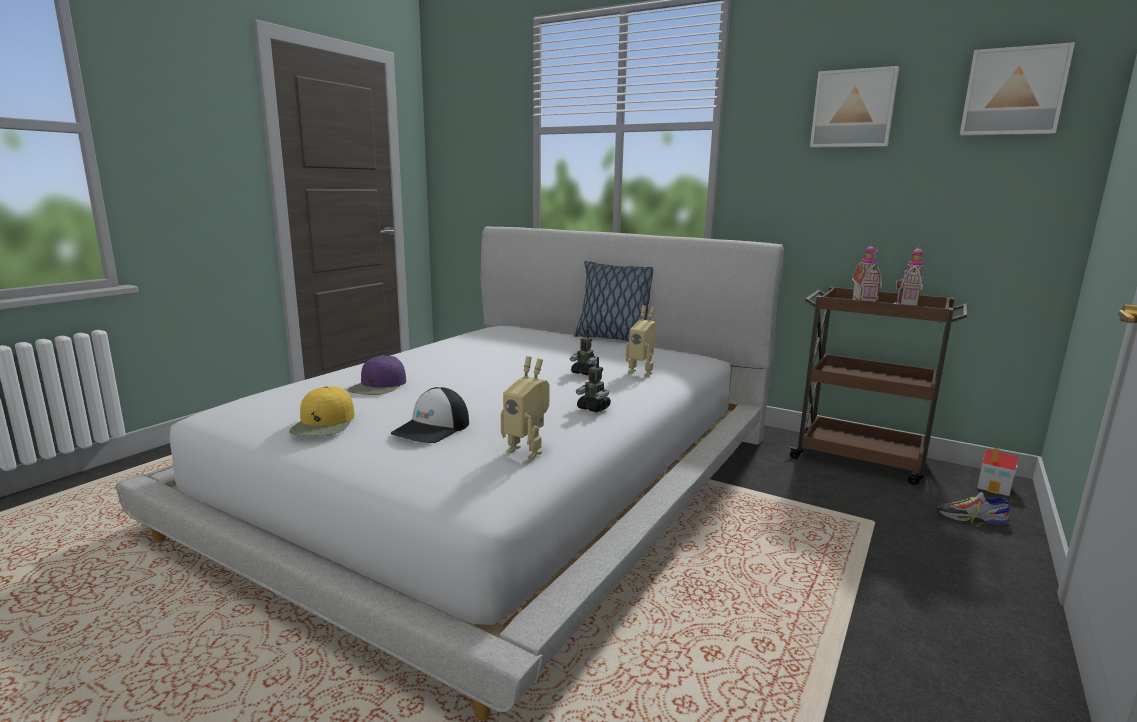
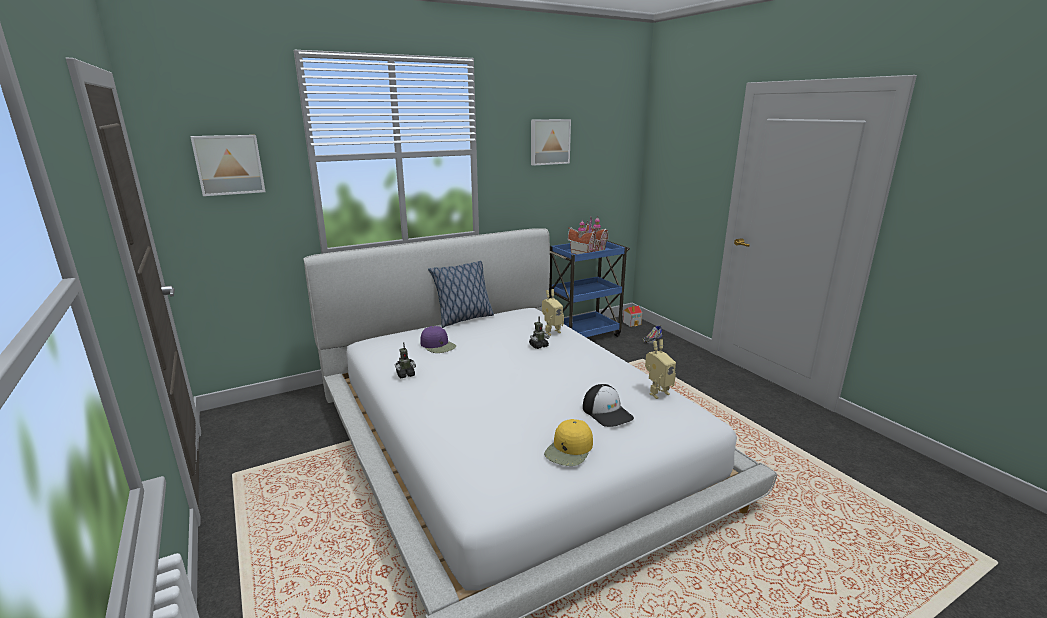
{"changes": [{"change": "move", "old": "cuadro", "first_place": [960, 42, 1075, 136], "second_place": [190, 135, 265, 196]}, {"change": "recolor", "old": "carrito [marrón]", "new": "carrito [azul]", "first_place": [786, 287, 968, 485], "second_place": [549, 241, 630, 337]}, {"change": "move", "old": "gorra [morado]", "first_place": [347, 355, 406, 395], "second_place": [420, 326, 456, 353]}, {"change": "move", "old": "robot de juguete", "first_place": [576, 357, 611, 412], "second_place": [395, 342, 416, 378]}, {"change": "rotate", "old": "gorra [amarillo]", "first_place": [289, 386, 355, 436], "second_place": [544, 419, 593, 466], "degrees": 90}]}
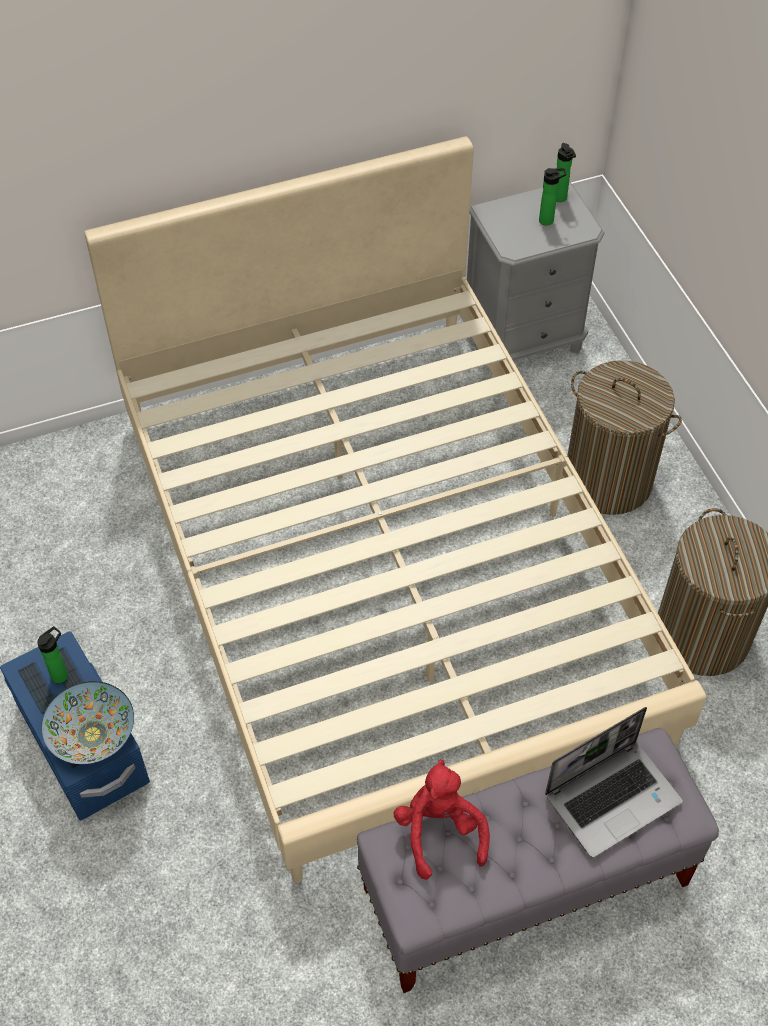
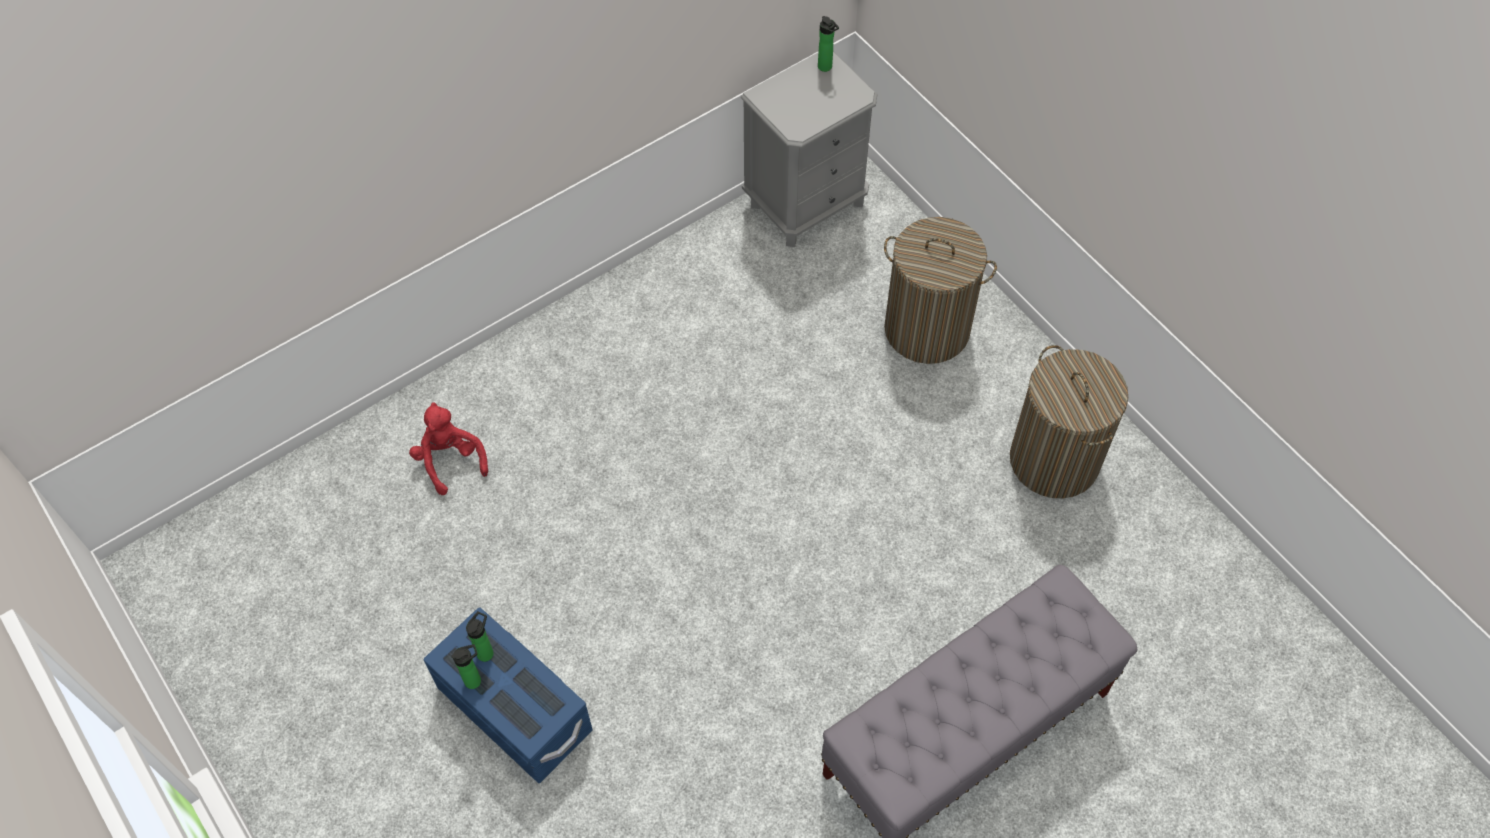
{"changes": [{"change": "delete", "old": "cama [beis]", "first_place": [84, 136, 706, 883]}, {"change": "move", "old": "botella", "first_place": [539, 168, 566, 225], "second_place": [451, 644, 481, 689]}, {"change": "delete", "old": "cuenco", "first_place": [41, 681, 134, 764]}, {"change": "delete", "old": "portátil", "first_place": [545, 707, 683, 858]}, {"change": "move", "old": "peluche [rojo]", "first_place": [394, 759, 490, 880], "second_place": [409, 402, 488, 495]}]}
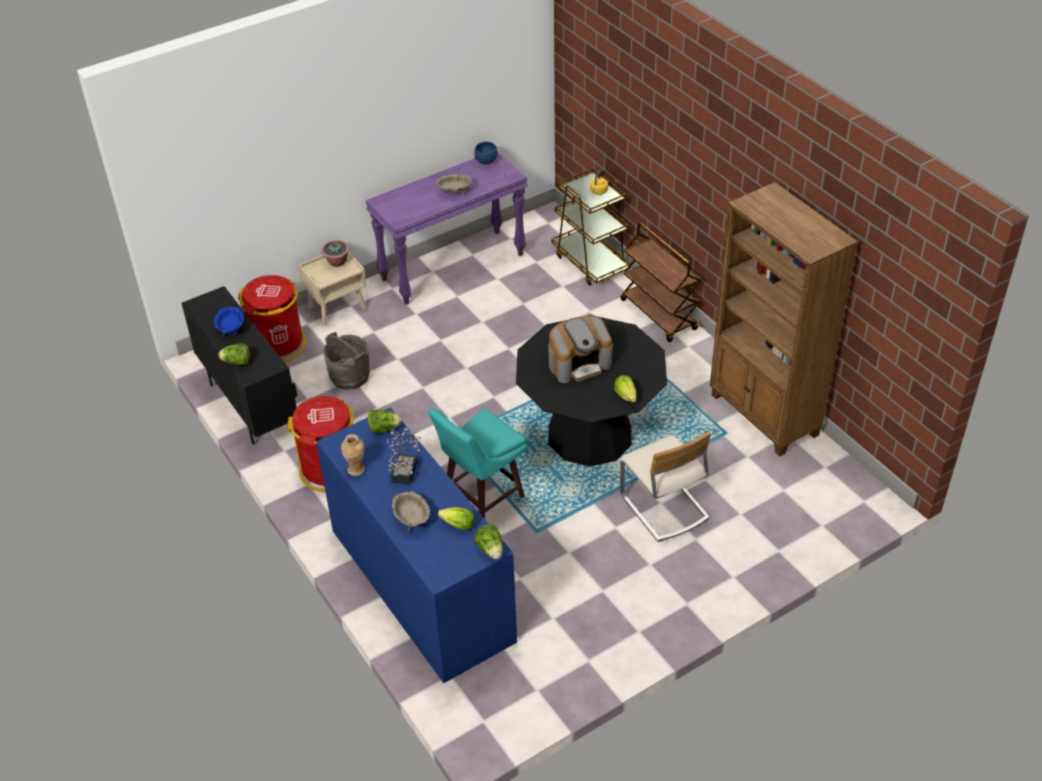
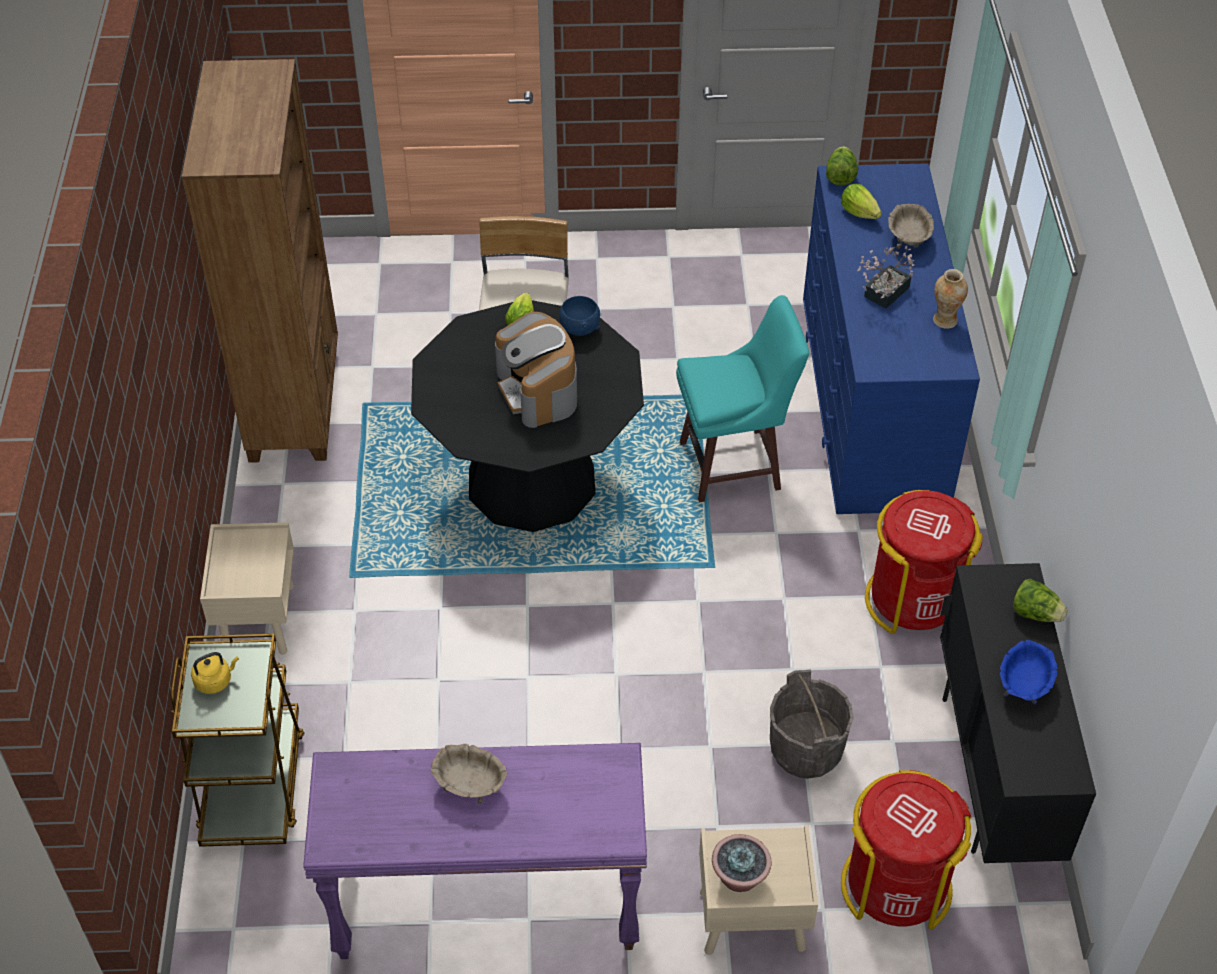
{"changes": [{"change": "move", "old": "cuenco [azul]", "first_place": [474, 142, 498, 164], "second_place": [559, 296, 601, 336]}, {"change": "replace", "old": "carrito [marrón]", "new": "mesita de noche [beis]", "first_place": [621, 223, 701, 342], "second_place": [200, 522, 294, 655]}, {"change": "rotate", "old": "cafetera", "first_place": [549, 316, 613, 383], "second_place": [495, 312, 577, 428], "degrees": -120}, {"change": "delete", "old": "lechuga", "first_place": [368, 410, 401, 433]}]}
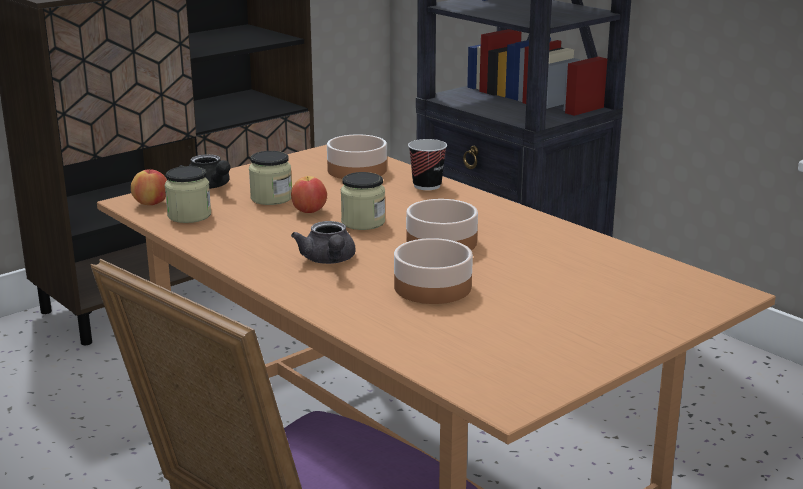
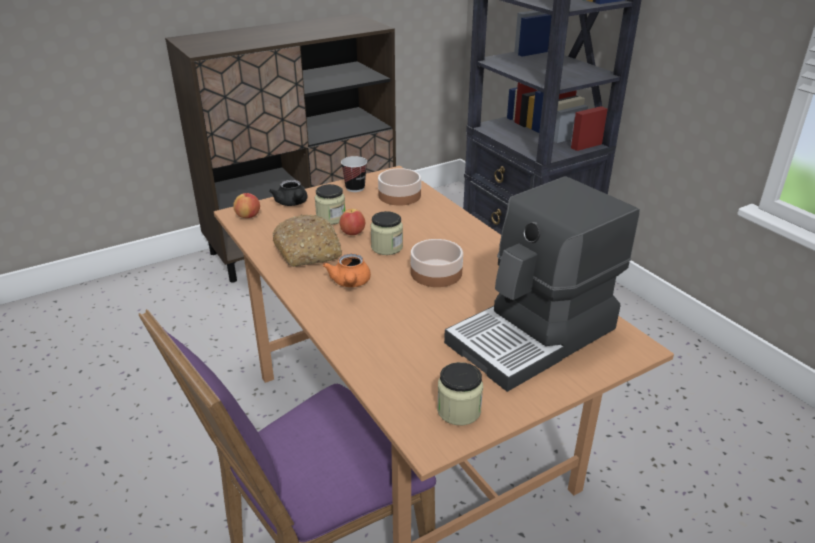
{"changes": [{"change": "move", "old": "taza", "first_place": [408, 139, 447, 190], "second_place": [341, 156, 367, 192]}, {"change": "move", "old": "tarro", "first_place": [165, 166, 211, 223], "second_place": [437, 362, 483, 425]}, {"change": "recolor", "old": "tetera [gris]", "new": "tetera [naranja]", "first_place": [291, 221, 356, 264], "second_place": [323, 254, 371, 287]}, {"change": "delete", "old": "cuenco", "first_place": [394, 238, 473, 304]}, {"change": "insert", "new": "cafetera", "second_place": [444, 176, 640, 392]}, {"change": "insert", "new": "pan", "second_place": [273, 214, 342, 267]}]}
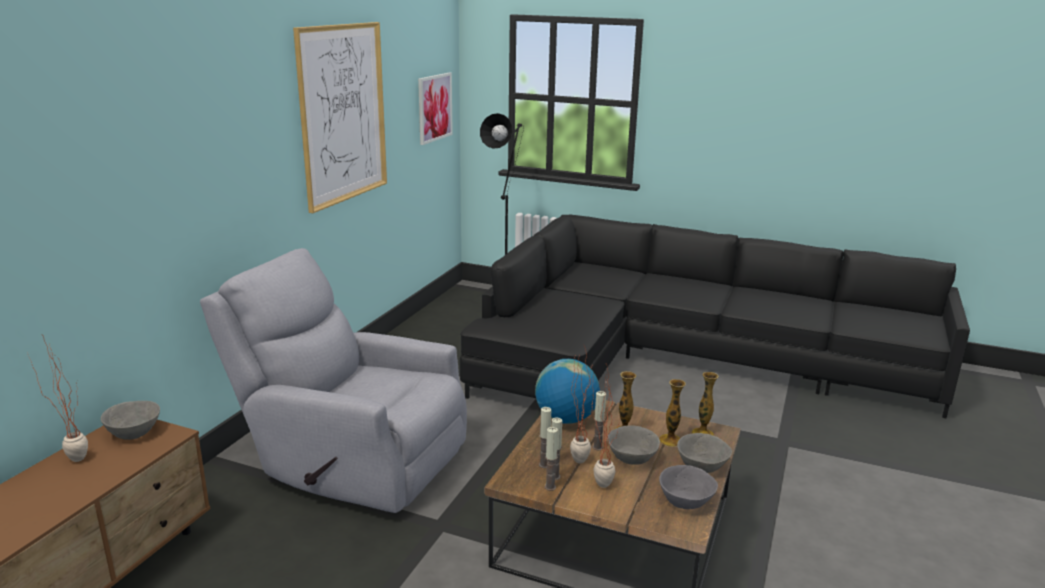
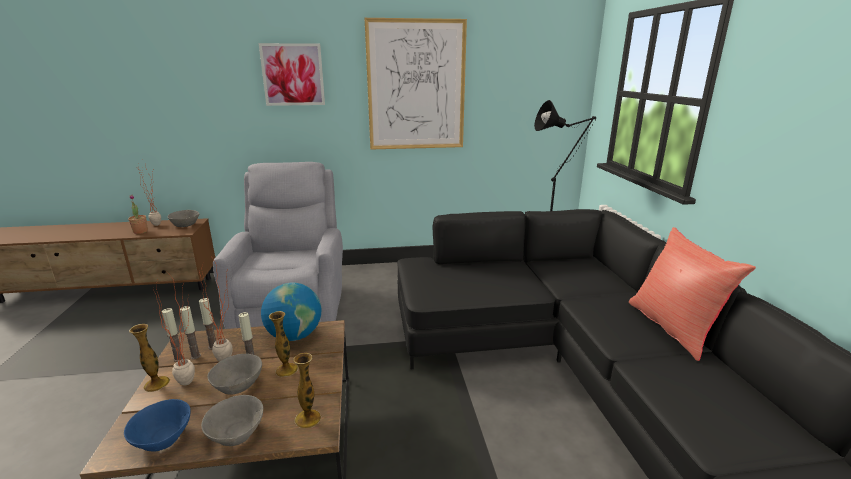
{"changes": [{"change": "move", "old": "cuadro", "first_place": [418, 73, 453, 145], "second_place": [259, 43, 325, 106]}, {"change": "move", "old": "florero", "first_place": [659, 379, 686, 447], "second_place": [129, 324, 170, 392]}, {"change": "recolor", "old": "cuenco [gris]", "new": "cuenco [azul]", "first_place": [659, 465, 718, 509], "second_place": [124, 399, 191, 451]}, {"change": "insert", "new": "planta en maceta", "second_place": [128, 195, 148, 234]}, {"change": "insert", "new": "cojín [rojo]", "second_place": [629, 227, 756, 361]}]}
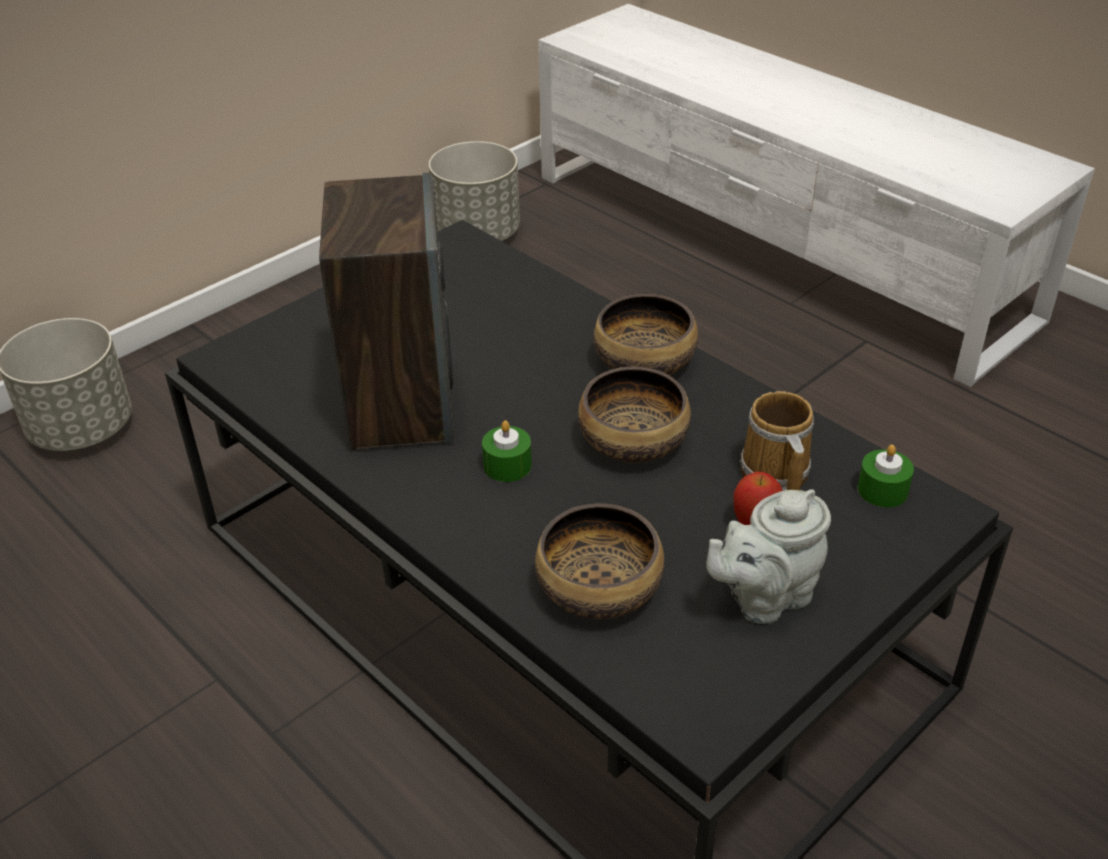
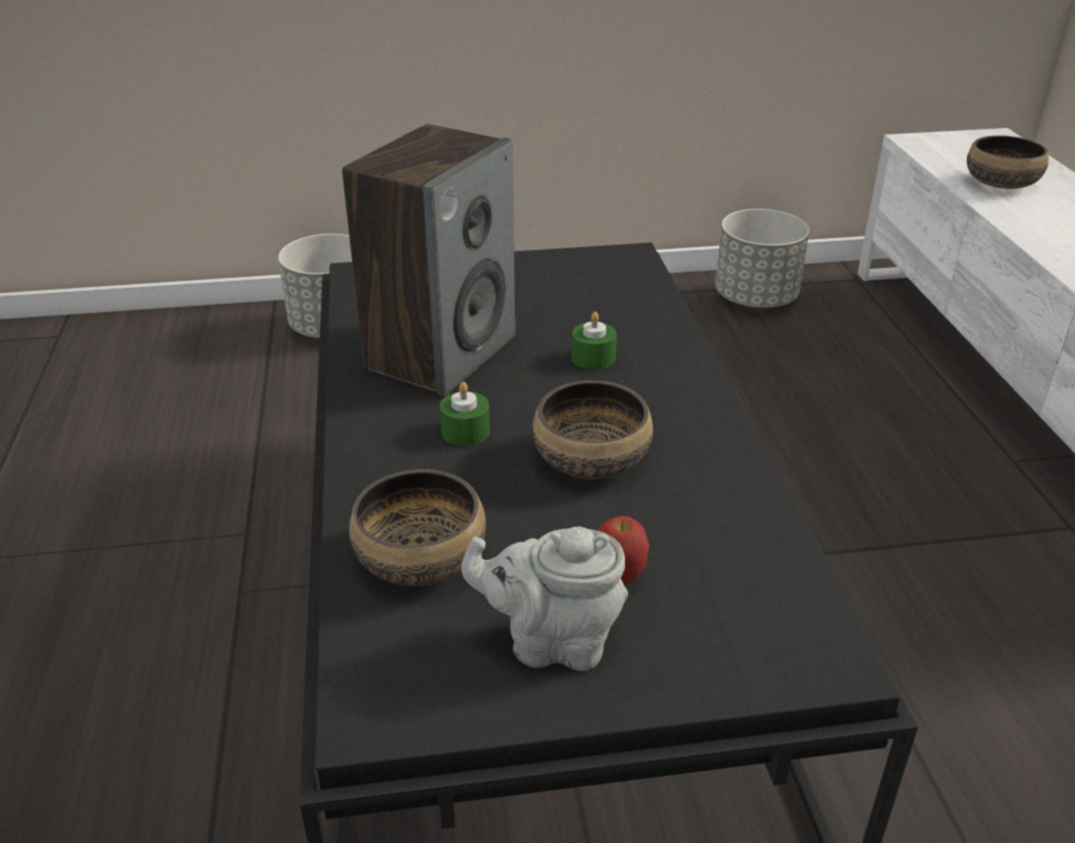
{"changes": [{"change": "move", "old": "cuenco", "first_place": [594, 294, 698, 375], "second_place": [967, 135, 1049, 189]}, {"change": "delete", "old": "taza grande", "first_place": [740, 391, 814, 491]}, {"change": "move", "old": "vela [verde]", "first_place": [858, 445, 914, 508], "second_place": [572, 312, 617, 370]}]}
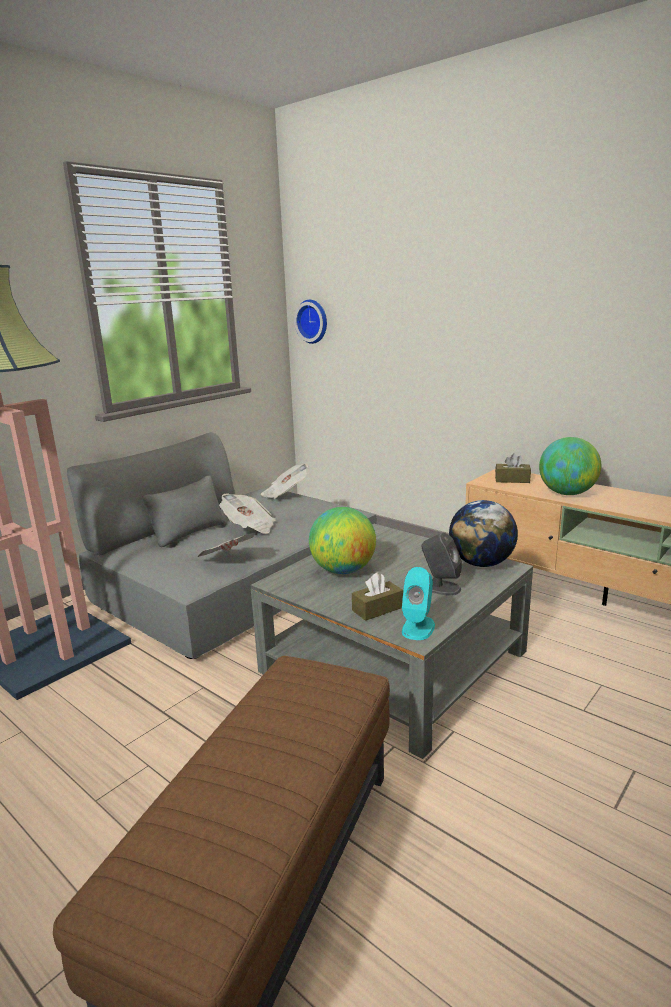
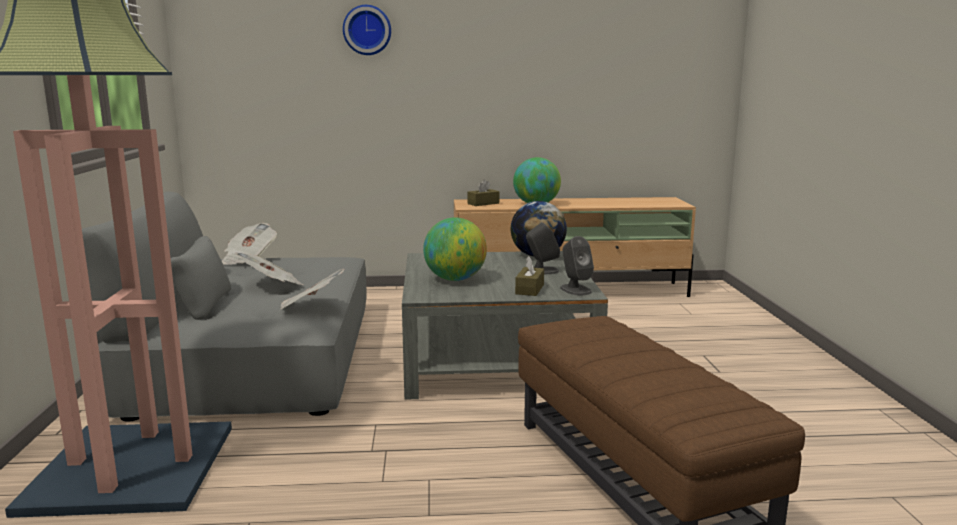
{"changes": [{"change": "move", "old": "reloj de pared", "first_place": [294, 300, 327, 344], "second_place": [343, 5, 391, 55]}, {"change": "recolor", "old": "altavoz [turquesa]", "new": "altavoz [gris]", "first_place": [402, 567, 435, 640], "second_place": [560, 236, 594, 296]}]}
